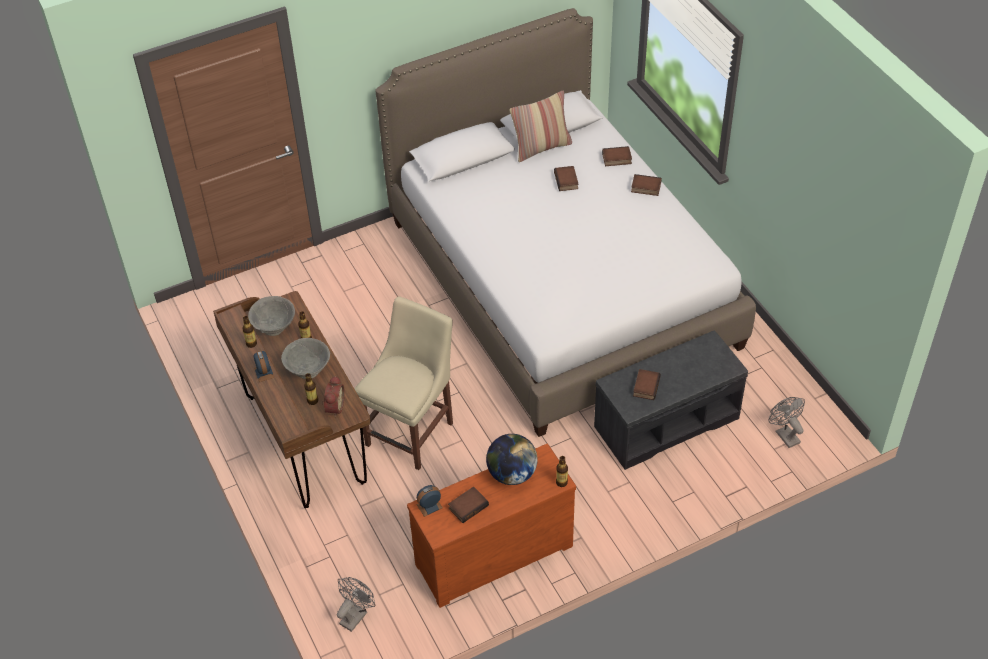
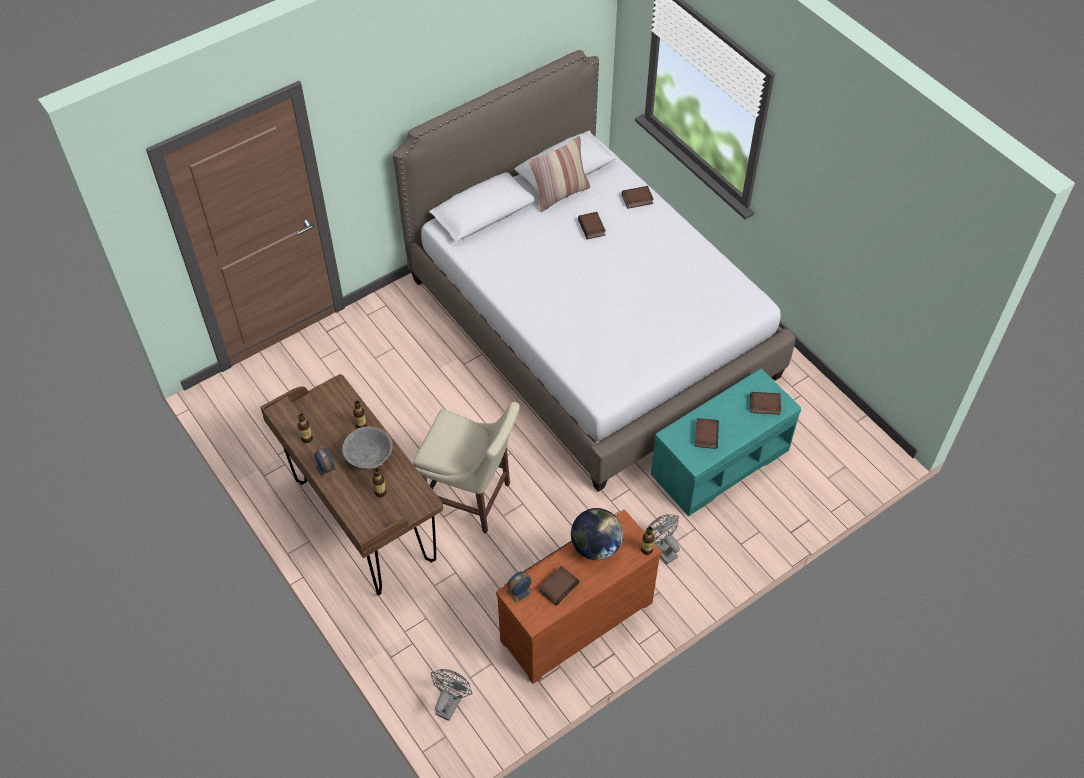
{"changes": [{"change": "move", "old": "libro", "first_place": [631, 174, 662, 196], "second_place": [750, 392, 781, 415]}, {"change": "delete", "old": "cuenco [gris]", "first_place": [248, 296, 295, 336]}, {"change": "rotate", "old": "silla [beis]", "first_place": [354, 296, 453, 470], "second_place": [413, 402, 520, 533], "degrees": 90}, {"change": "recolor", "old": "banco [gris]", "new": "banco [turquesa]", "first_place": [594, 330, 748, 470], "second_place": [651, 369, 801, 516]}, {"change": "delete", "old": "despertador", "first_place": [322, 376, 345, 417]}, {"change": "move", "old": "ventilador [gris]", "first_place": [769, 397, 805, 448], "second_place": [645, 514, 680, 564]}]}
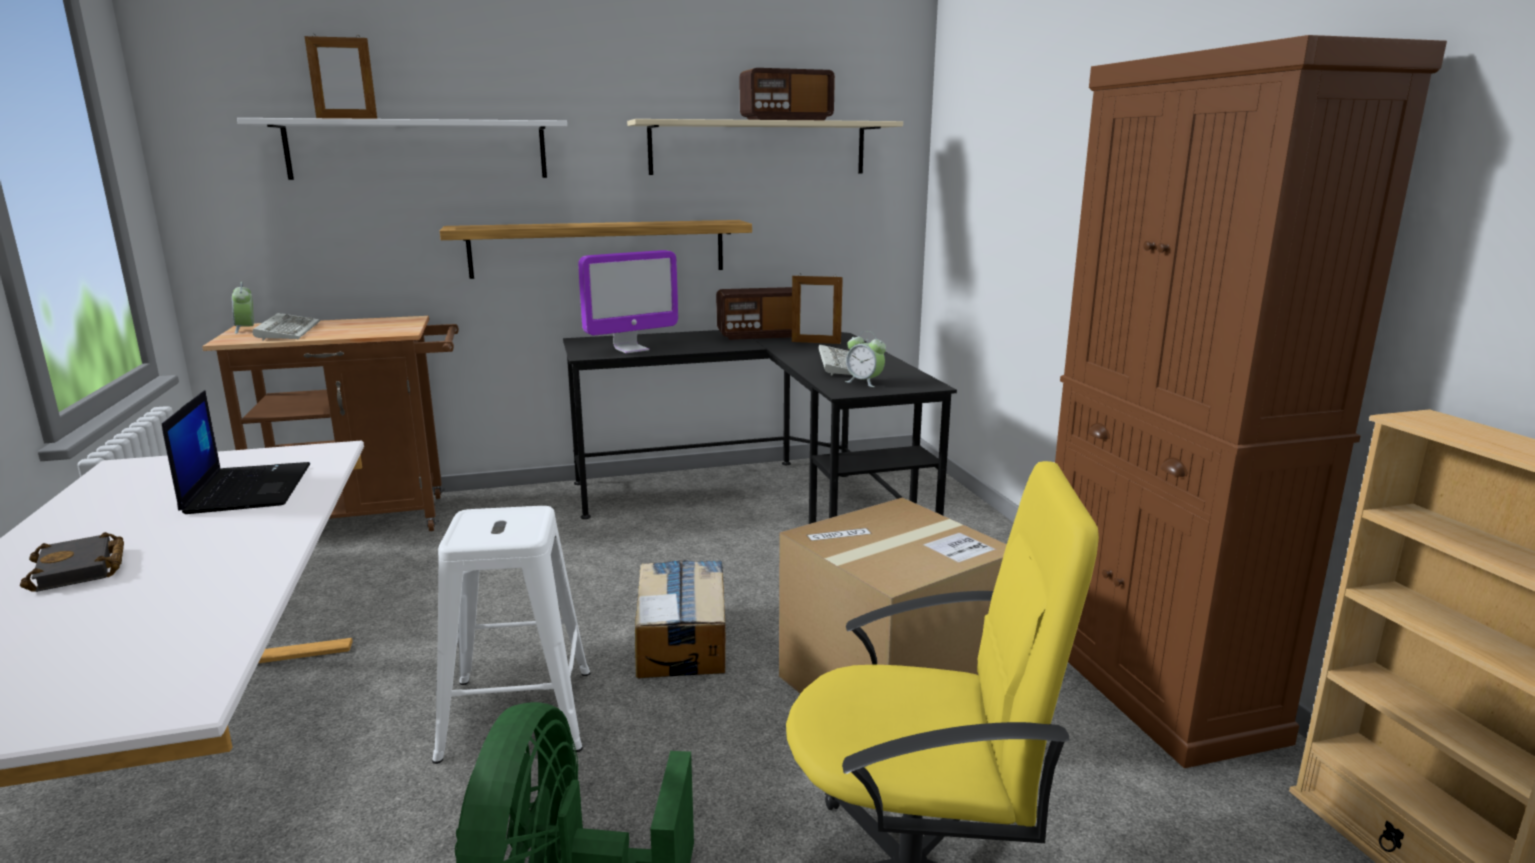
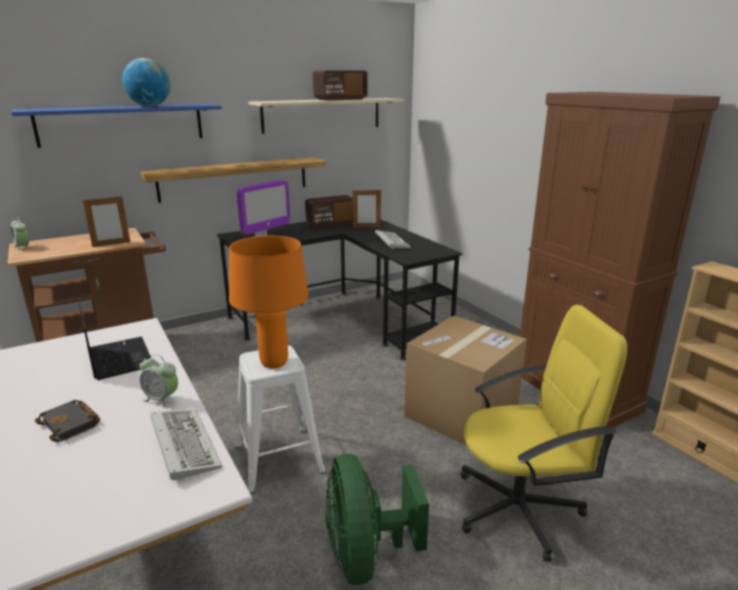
{"changes": [{"change": "move", "old": "portarretratos", "first_place": [305, 34, 377, 119], "second_place": [83, 195, 130, 247]}, {"change": "recolor", "old": "estante [blanco]", "new": "estante [azul]", "first_place": [237, 118, 567, 180], "second_place": [11, 104, 222, 148]}, {"change": "move", "old": "teclado", "first_place": [253, 313, 320, 341], "second_place": [150, 408, 222, 480]}, {"change": "move", "old": "despertador", "first_place": [845, 331, 886, 387], "second_place": [139, 354, 178, 408]}, {"change": "delete", "old": "caja de cartón", "first_place": [635, 560, 725, 678]}, {"change": "insert", "new": "globo terráqueo", "second_place": [122, 58, 170, 106]}, {"change": "insert", "new": "lámpara de mesa [naranja]", "second_place": [229, 236, 309, 368]}]}
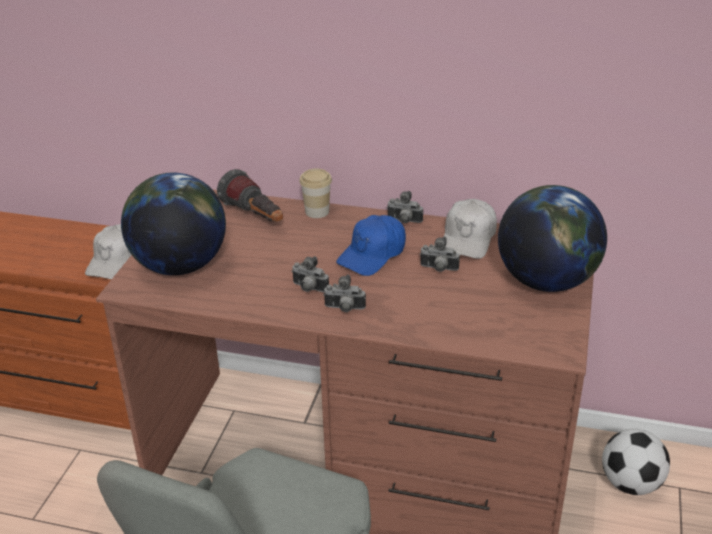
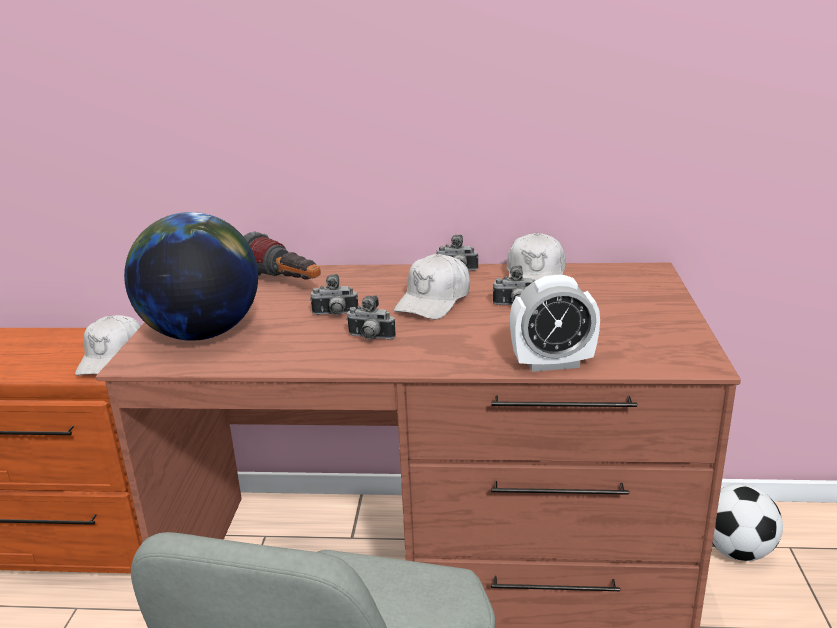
{"changes": [{"change": "delete", "old": "taza", "first_place": [299, 169, 332, 218]}, {"change": "delete", "old": "globo terráqueo", "first_place": [498, 185, 607, 292]}, {"change": "recolor", "old": "gorra [azul]", "new": "gorra [blanco]", "first_place": [336, 215, 406, 276], "second_place": [394, 254, 470, 319]}, {"change": "move", "old": "cámara", "first_place": [323, 275, 366, 312], "second_place": [310, 274, 358, 315]}, {"change": "insert", "new": "despertador", "second_place": [510, 275, 600, 372]}]}
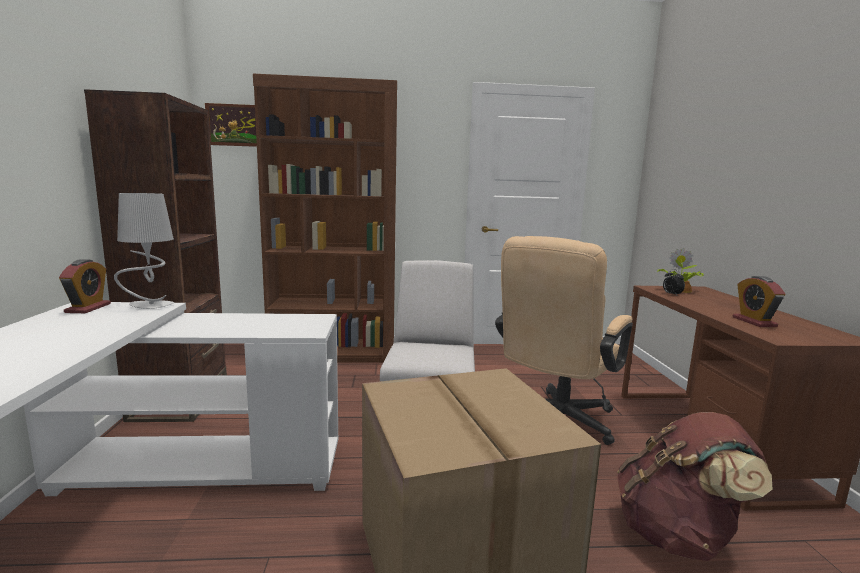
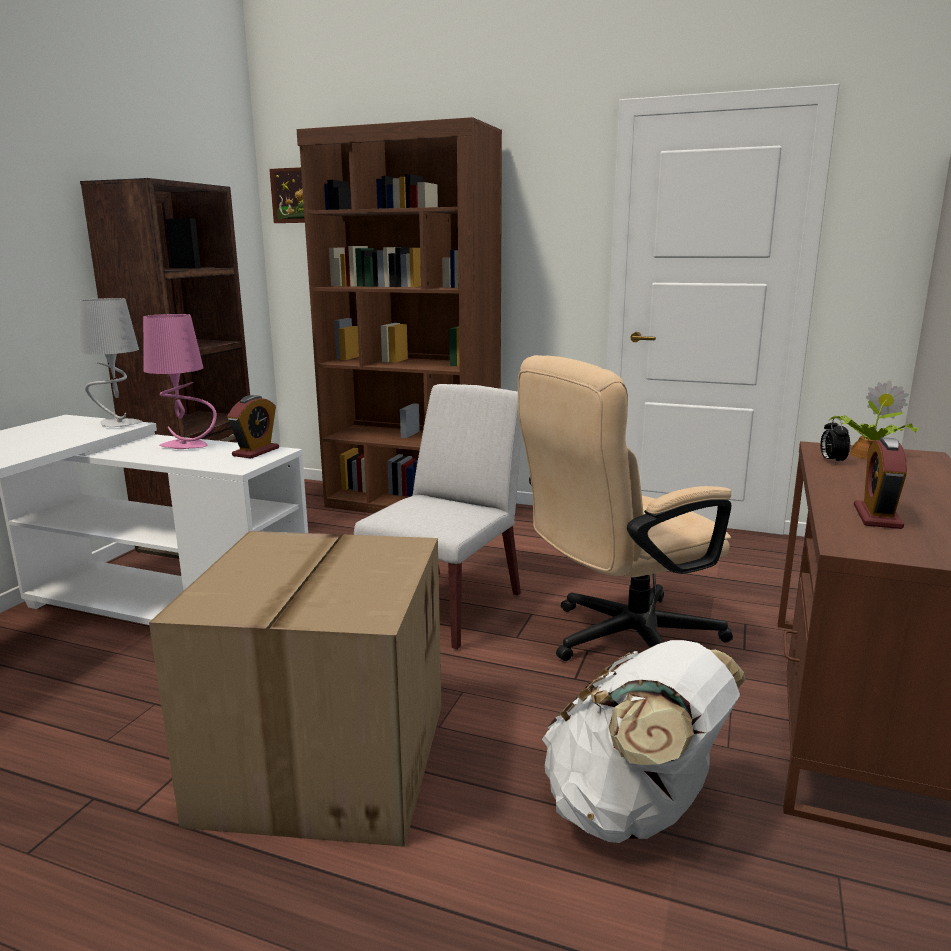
{"changes": [{"change": "move", "old": "despertador", "first_place": [59, 259, 111, 313], "second_place": [227, 395, 279, 458]}, {"change": "recolor", "old": "mochila [marrón]", "new": "mochila [blanco]", "first_place": [617, 412, 772, 561], "second_place": [542, 640, 746, 843]}, {"change": "insert", "new": "lámpara de mesa [rosa]", "second_place": [143, 314, 217, 449]}]}
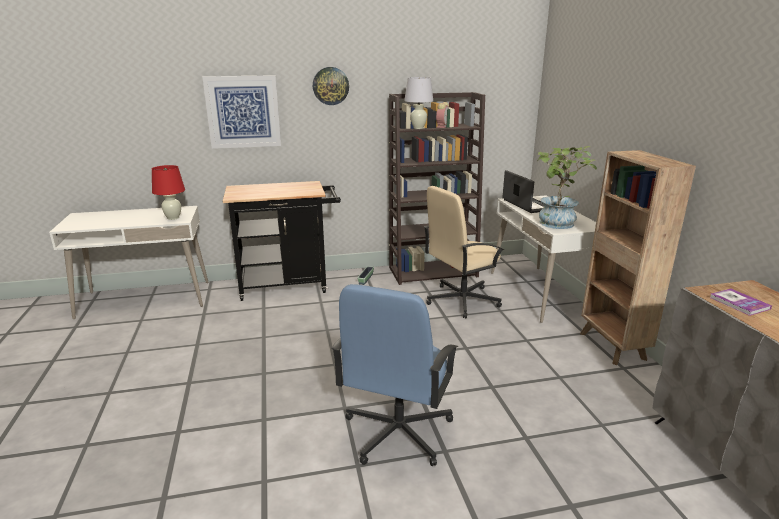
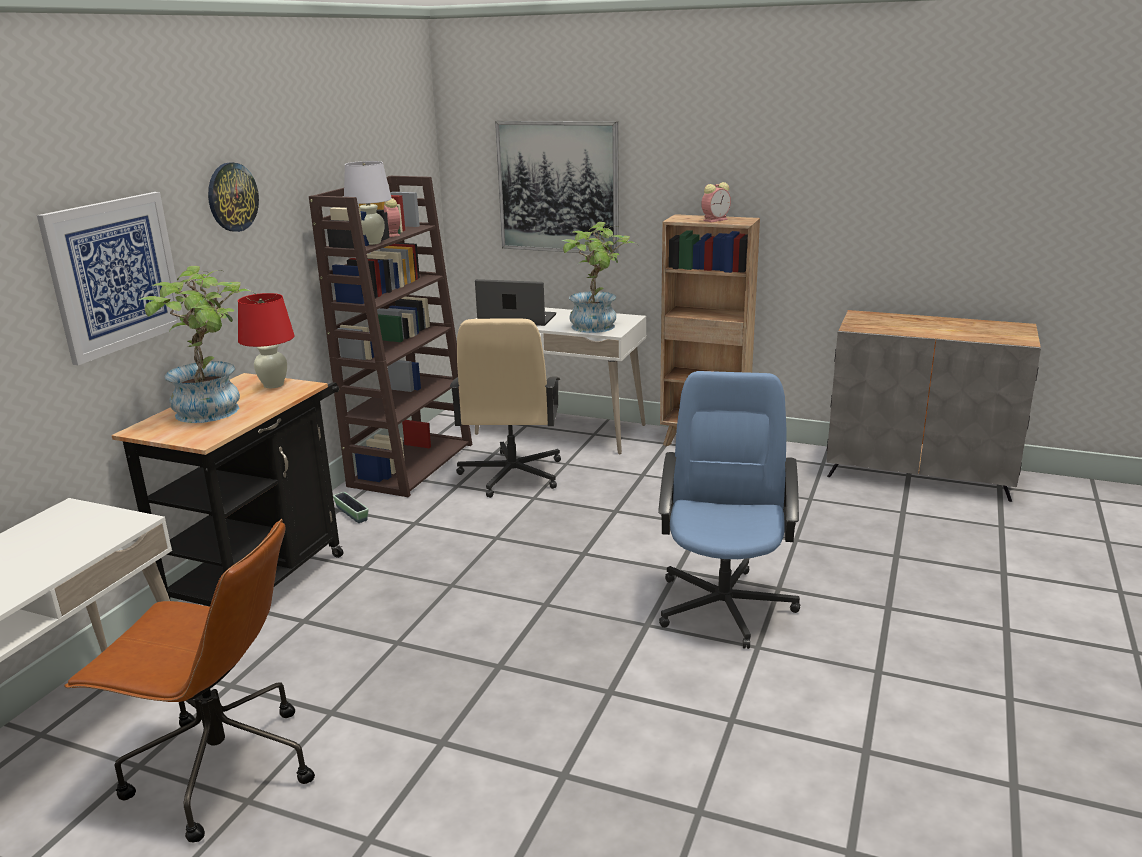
{"changes": [{"change": "move", "old": "lámpara de mesa [rojo]", "first_place": [152, 165, 185, 220], "second_place": [238, 293, 294, 388]}, {"change": "rotate", "old": "silla de oficina [azul]", "first_place": [331, 284, 458, 466], "second_place": [658, 371, 800, 649], "degrees": -135}, {"change": "delete", "old": "libro", "first_place": [710, 289, 772, 316]}, {"change": "insert", "new": "cuadro", "second_place": [495, 121, 619, 254]}, {"change": "insert", "new": "despertador", "second_place": [701, 182, 731, 222]}, {"change": "insert", "new": "planta en maceta", "second_place": [139, 266, 255, 423]}, {"change": "insert", "new": "silla de oficina [marrón]", "second_place": [64, 519, 315, 842]}]}
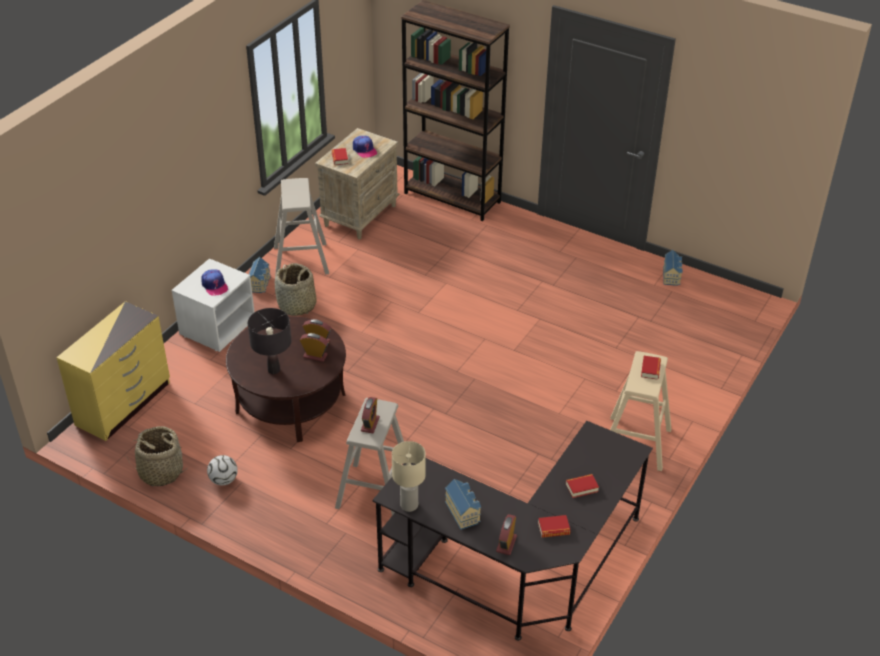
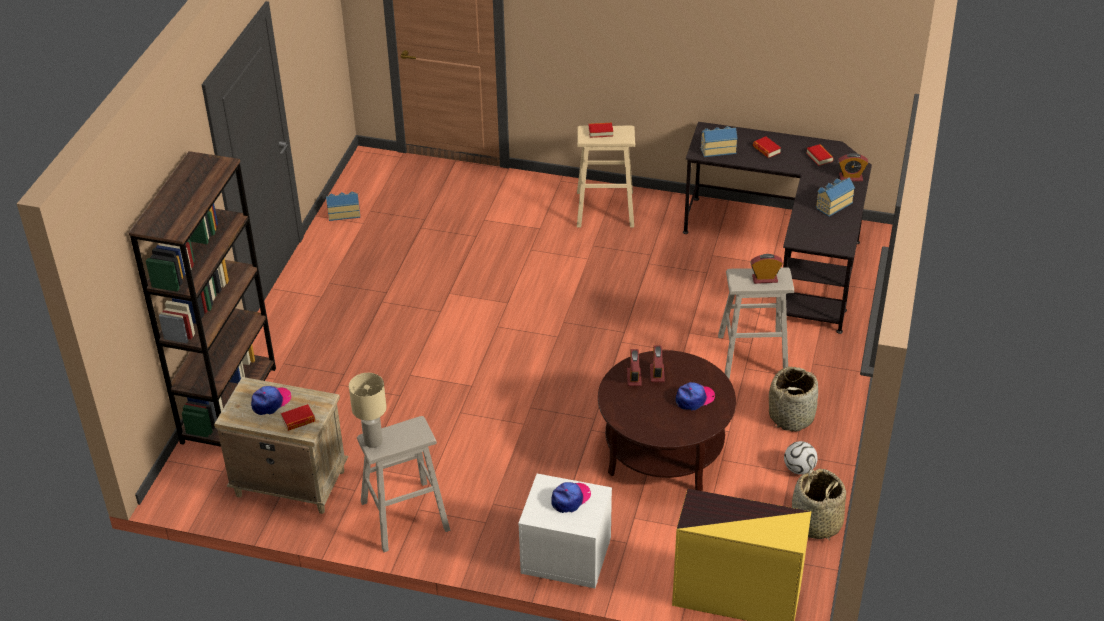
{"changes": [{"change": "move", "old": "casita", "first_place": [249, 257, 271, 293], "second_place": [701, 126, 738, 157]}, {"change": "move", "old": "cesta", "first_place": [275, 263, 316, 316], "second_place": [769, 367, 818, 432]}, {"change": "replace", "old": "lámpara de mesa [negro]", "new": "gorra", "first_place": [248, 308, 291, 374], "second_place": [676, 382, 715, 410]}, {"change": "move", "old": "lámpara de mesa [beis]", "first_place": [392, 441, 426, 512], "second_place": [349, 373, 387, 448]}]}
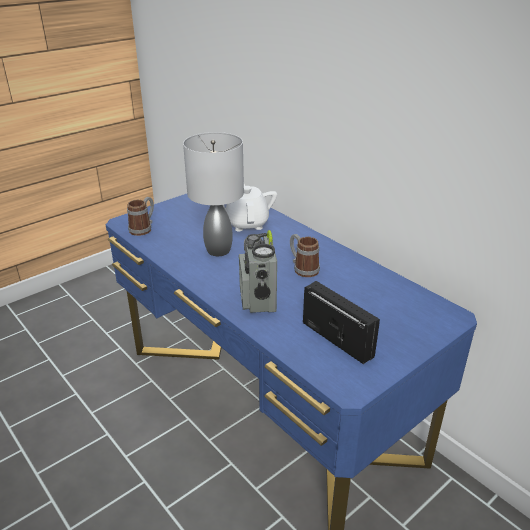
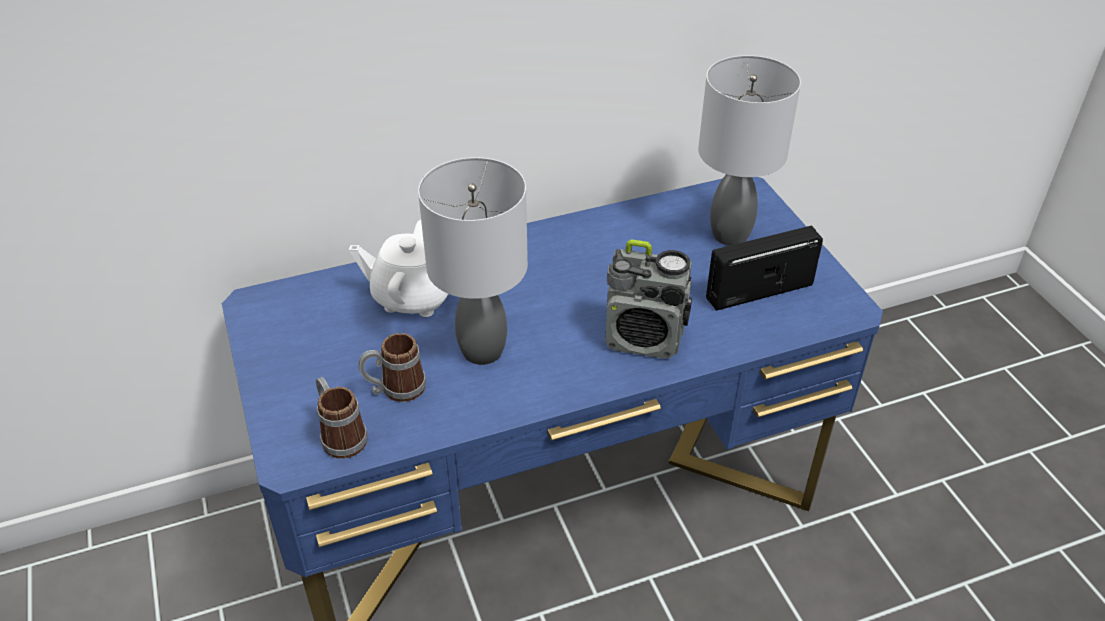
{"changes": [{"change": "move", "old": "taza grande", "first_place": [290, 234, 320, 277], "second_place": [358, 333, 426, 402]}, {"change": "insert", "new": "lámpara de mesa [gris]", "second_place": [698, 55, 801, 245]}]}
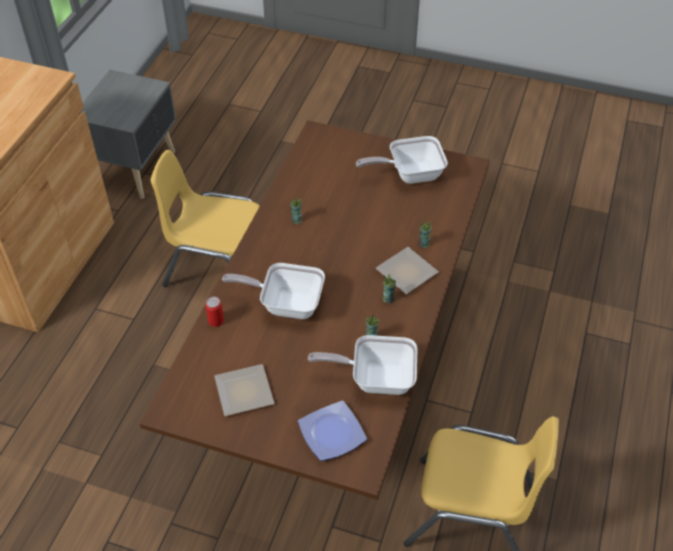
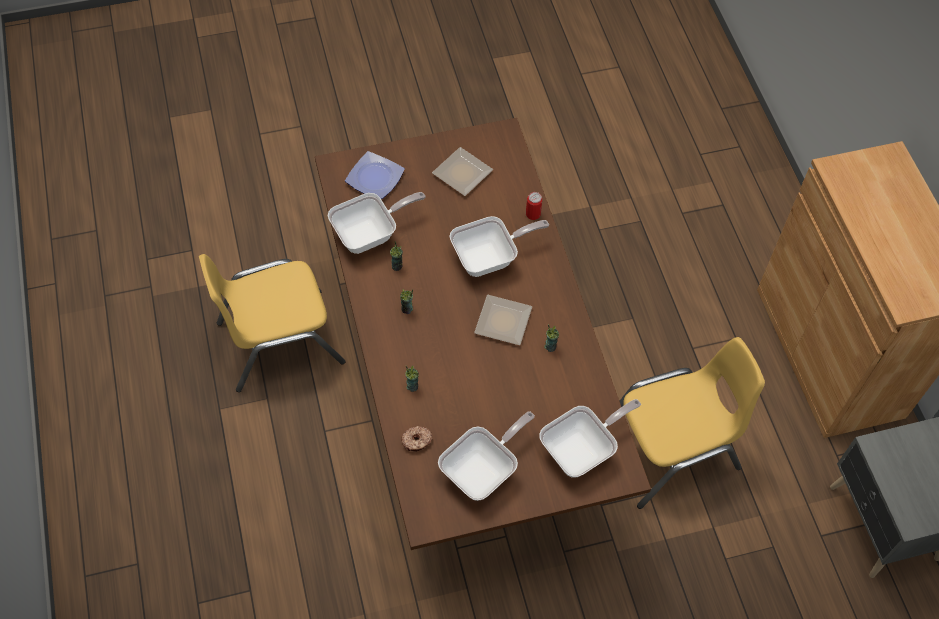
{"changes": [{"change": "move", "old": "plato", "first_place": [376, 247, 439, 294], "second_place": [474, 295, 532, 345]}, {"change": "insert", "new": "sartén", "second_place": [539, 399, 641, 478]}, {"change": "insert", "new": "rosquilla", "second_place": [401, 426, 432, 452]}]}
